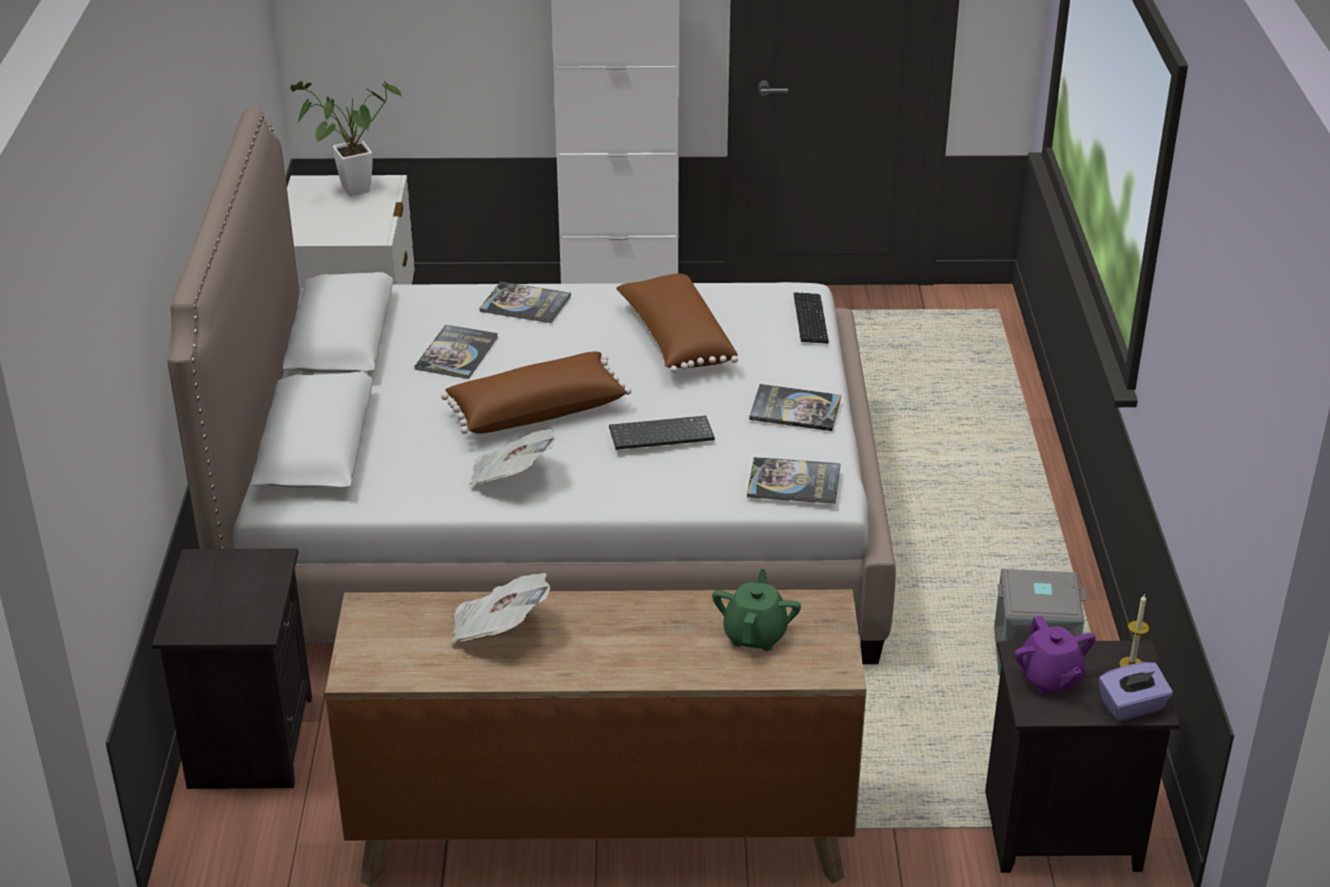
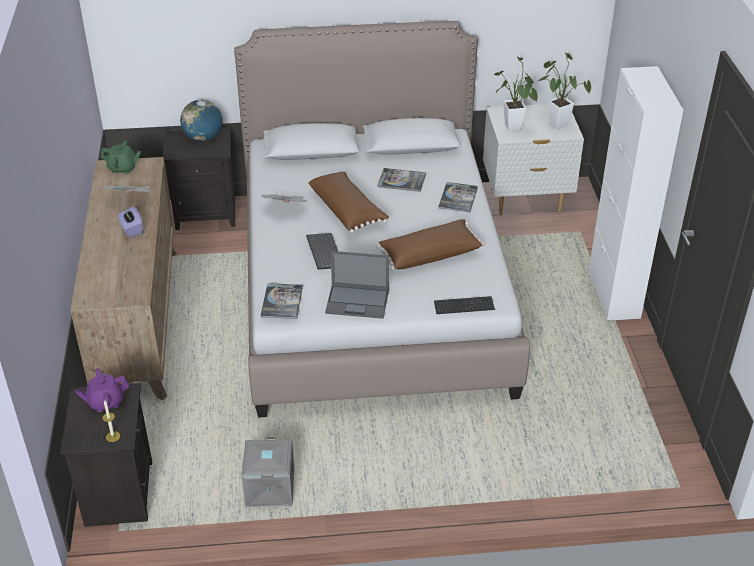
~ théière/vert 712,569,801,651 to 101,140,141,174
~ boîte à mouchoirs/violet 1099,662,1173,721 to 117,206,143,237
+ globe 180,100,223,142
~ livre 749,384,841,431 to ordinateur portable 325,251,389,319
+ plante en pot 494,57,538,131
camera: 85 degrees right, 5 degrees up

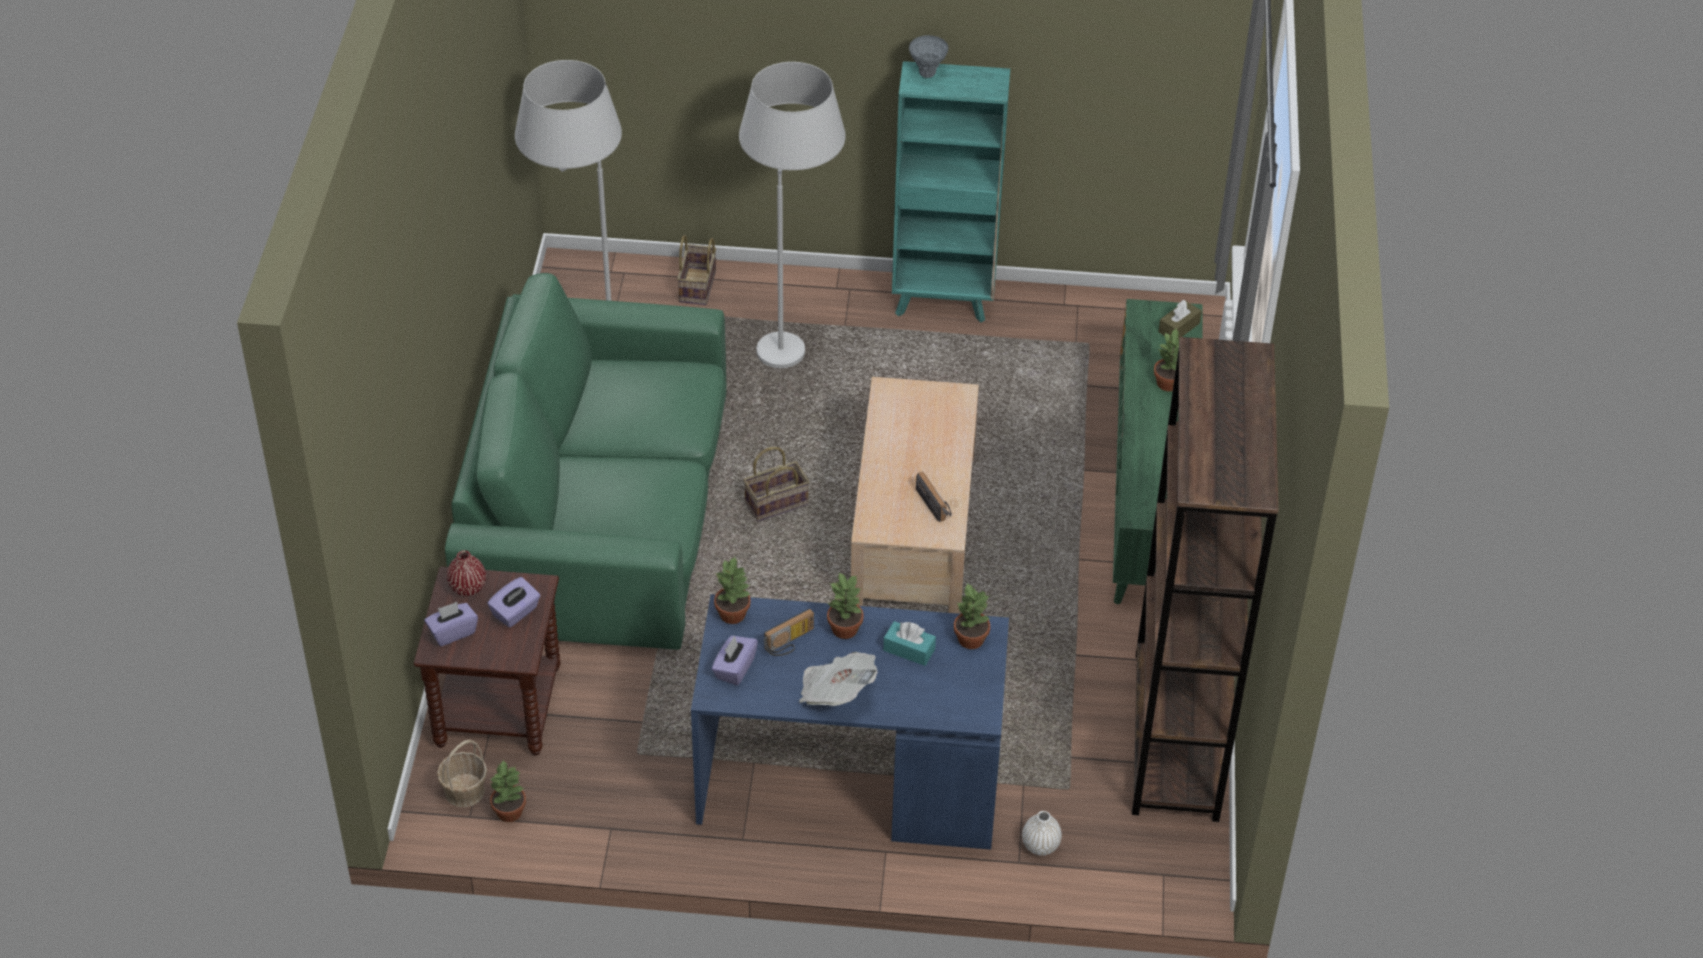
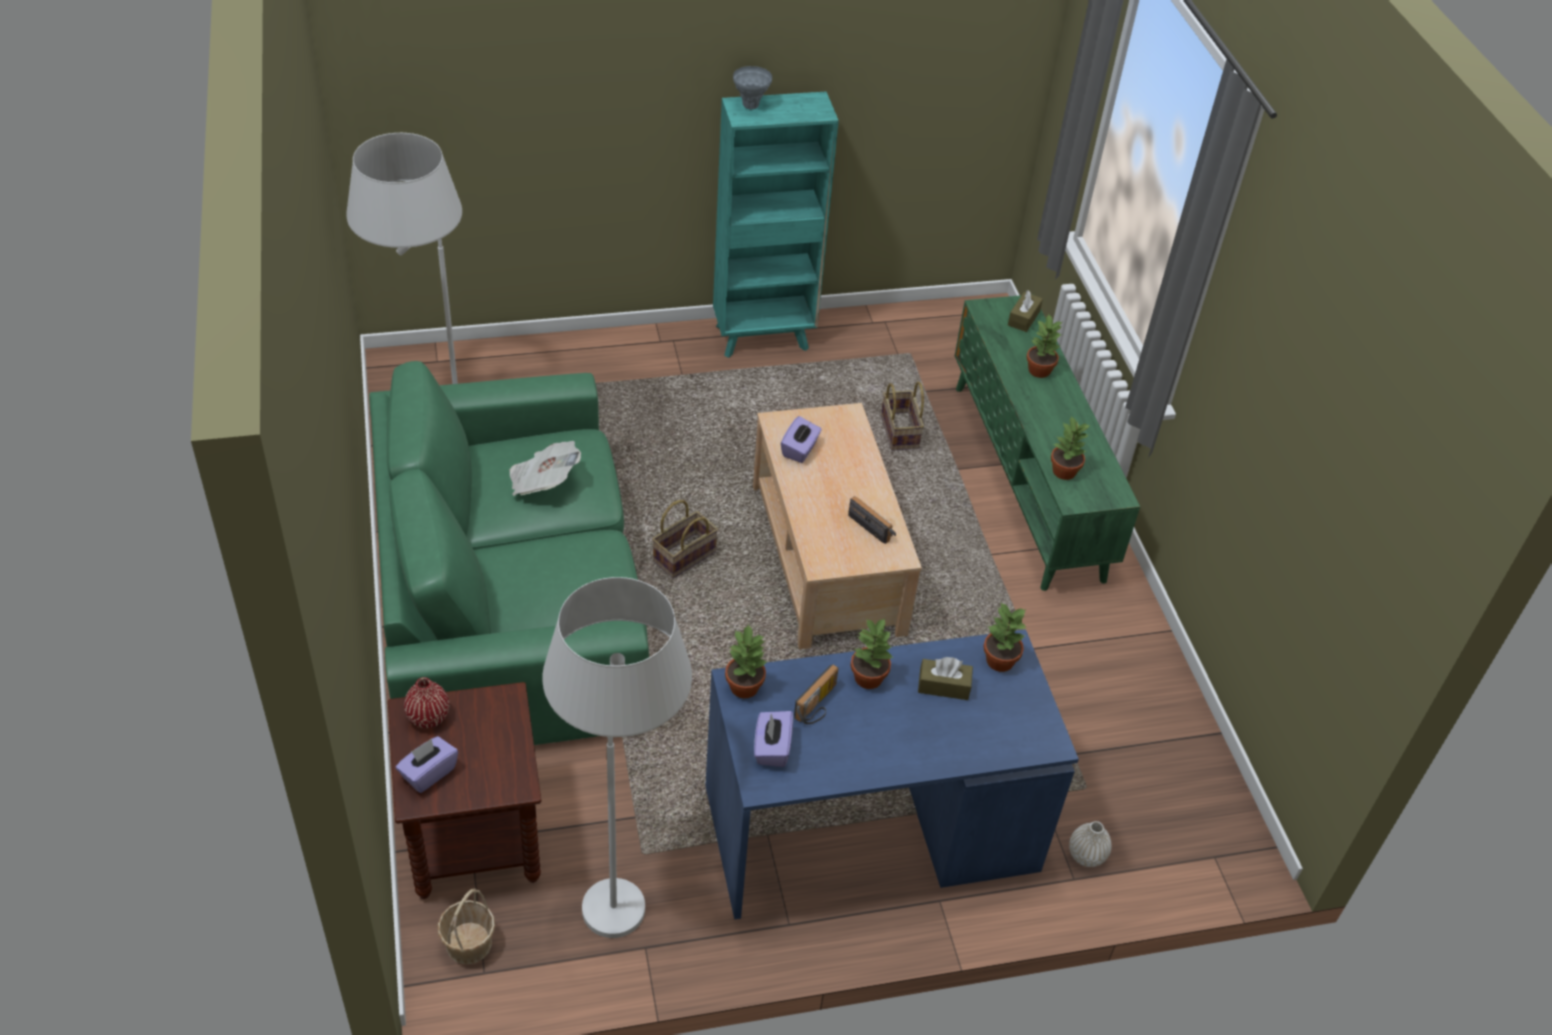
~ journal 799,652,878,706 to 509,441,581,496
~ lampadaire/blanc 739,62,846,368 to 542,577,692,938
~ boîte à mouchoirs/violet 487,577,540,628 to 781,416,822,463
~ panier 677,235,716,305 to 881,382,924,451
~ boîte à mouchoirs/turquoise 883,621,936,666 to boîte à mouchoirs/marron 918,657,973,700
~ plante en pot 490,759,526,822 to 1051,416,1090,480
- bibliothèque/marron 1132,337,1278,822
camera: 20 degrees left, 0 degrees up

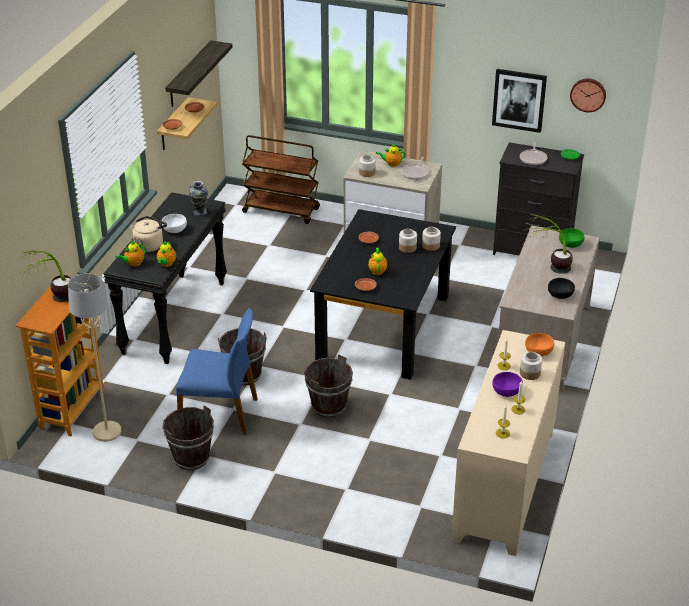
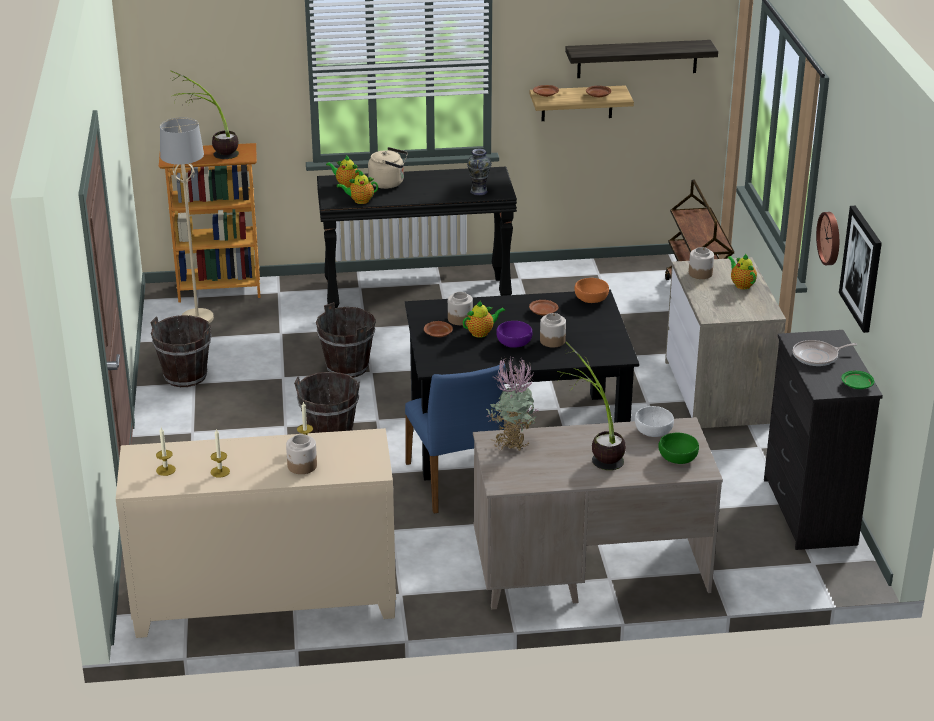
~ chaise/bleu 176,308,258,435 to 405,364,505,514
~ bocal 422,227,441,251 to 448,292,473,325
+ plante en pot 486,357,538,450
~ bol/violet 493,372,523,397 to 496,321,532,348
~ bol/orange 525,333,554,356 to 574,278,609,303
~ bol/blanc 162,214,187,233 to 635,406,674,437
~ horloge murale 570,79,606,112 to 816,212,839,265
- poêle 402,157,429,180
- bol/noir 548,278,575,299
camera: 65 degrees right, 5 degrees down

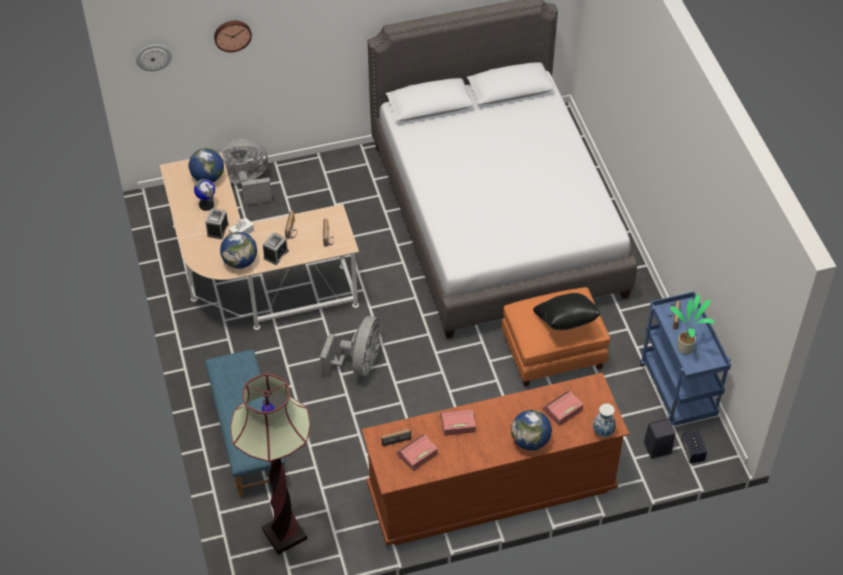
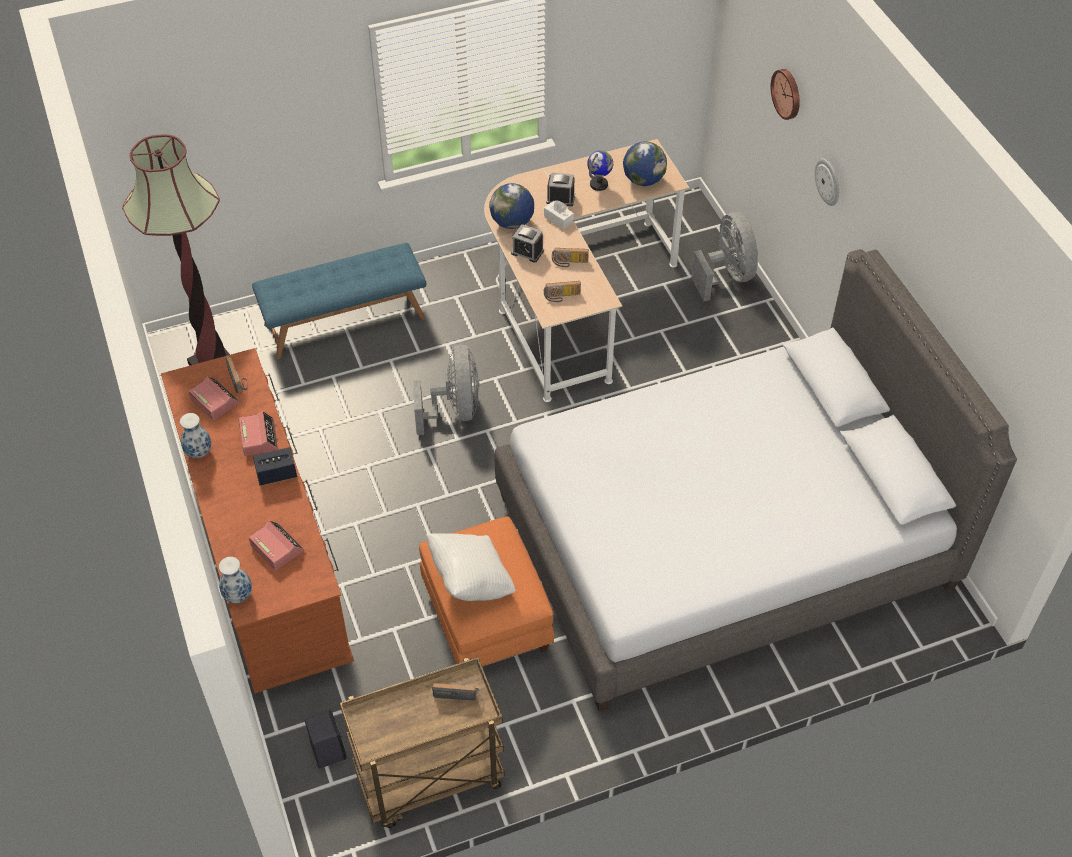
+ vase 180,413,211,458
~ enceinte 681,430,707,463 to 253,447,297,486
~ chariot/bleu 640,292,731,426 to chariot/marron 340,657,505,828
~ ventilateur/gris 320,316,381,377 = 413,345,480,435 105 degrees counterclockwise
~ coussin/noir 533,293,601,330 to coussin/blanc 426,533,516,601
~ horloge murale 136,44,172,71 to 815,158,839,206
- globe 511,410,552,450
- plante en pot 670,294,715,354
camera: 85 degrees right, 0 degrees up

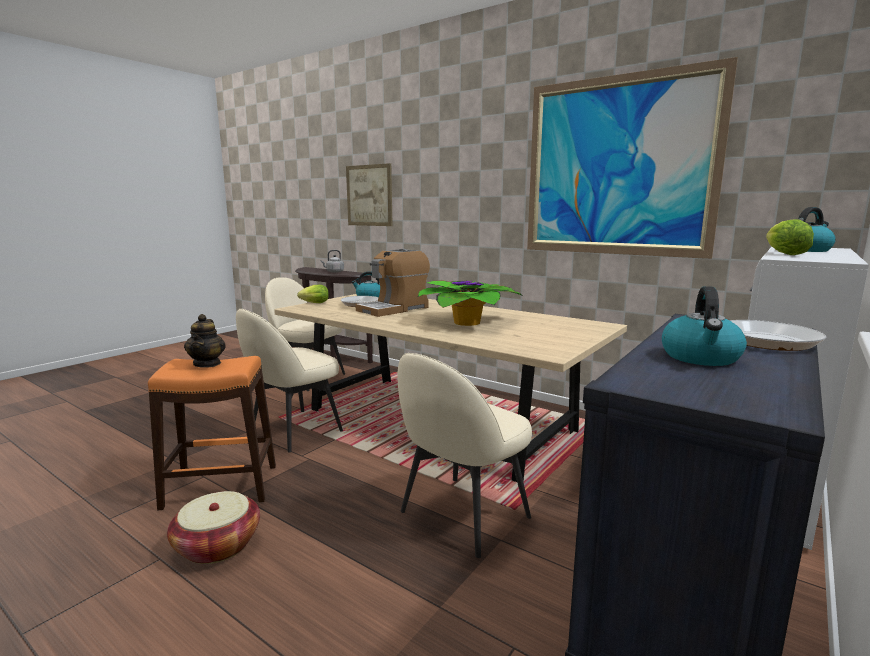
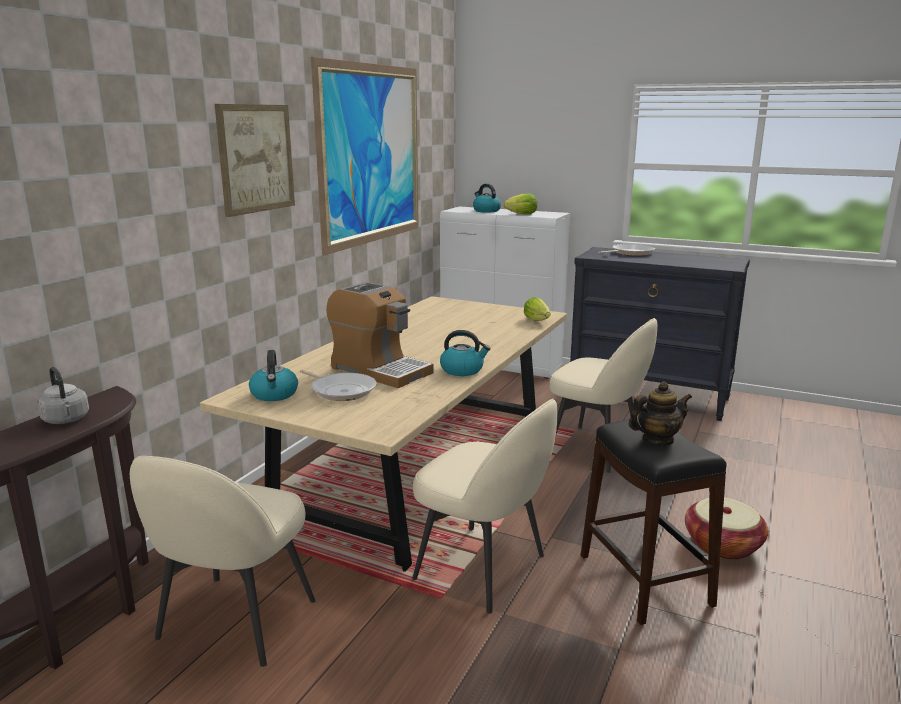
~ tableau 346,163,393,226 to 215,104,295,217
~ bouilloire 662,286,747,366 to 440,330,491,376
~ laitue 297,285,329,303 to 524,297,550,321
~ tabouret/orange 148,356,276,510 to tabouret/noir 581,418,727,625
- plante en pot 418,281,522,326
camera: 100 degrees left, 5 degrees up

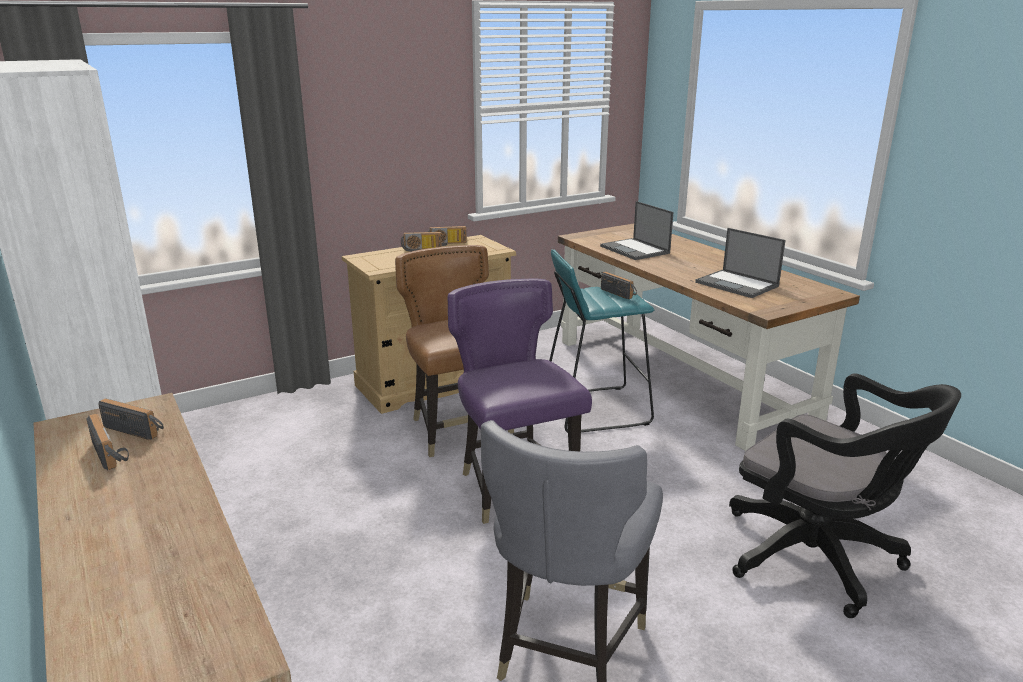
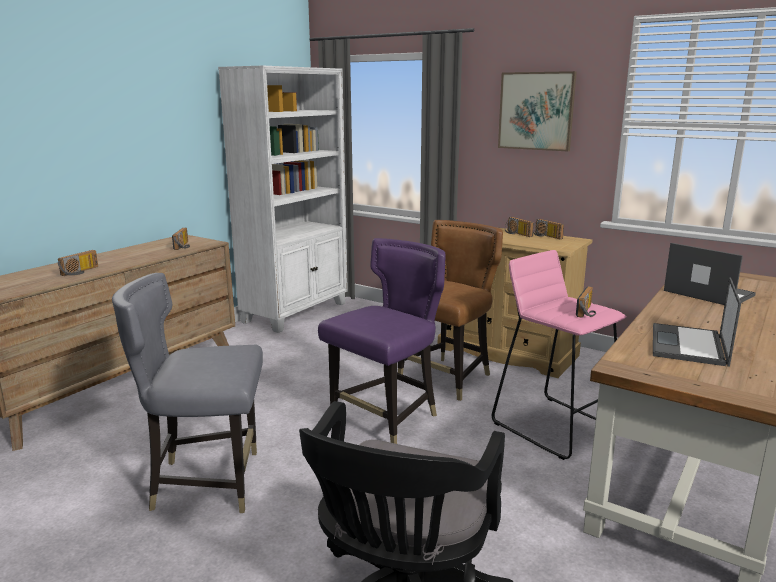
~ radio 86,414,129,470 to 58,250,98,276
~ tabouret/turquoise 549,249,654,433 to tabouret/rose 492,250,627,460
+ tableau 498,71,577,151
~ ordinateur portable 600,201,673,260 = 664,243,756,305 105 degrees clockwise
camera: 65 degrees right, 5 degrees down

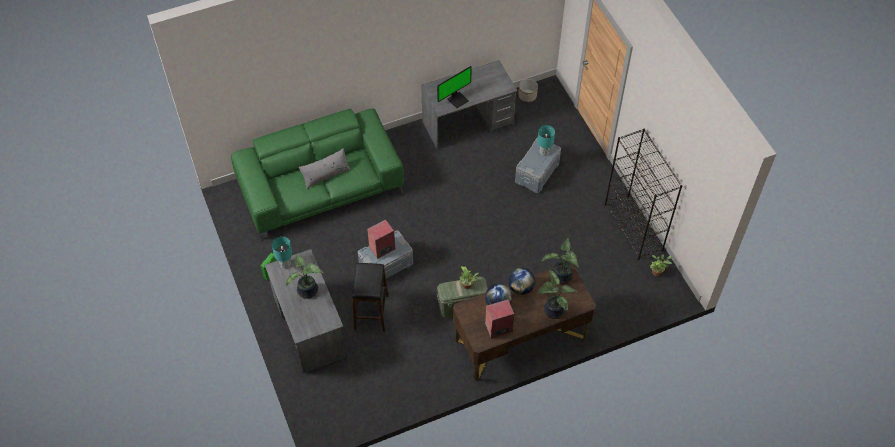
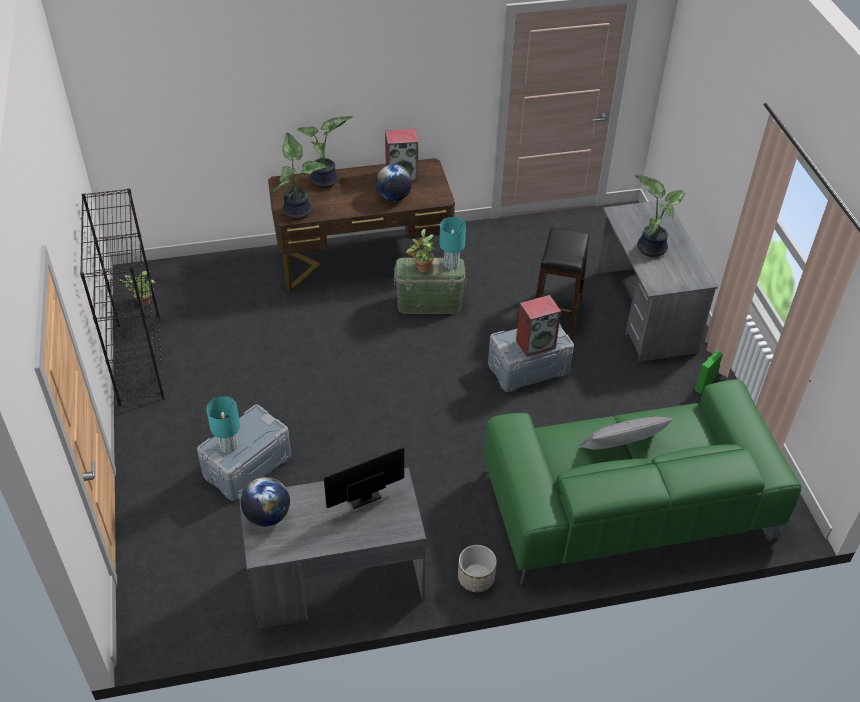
~ globe 508,268,535,295 to 241,477,290,527
~ lampe de table/turquoise 272,236,292,268 to 439,217,466,270
~ cache-pot 518,79,538,102 to 458,545,497,592
camera: 170 degrees left, 10 degrees down

